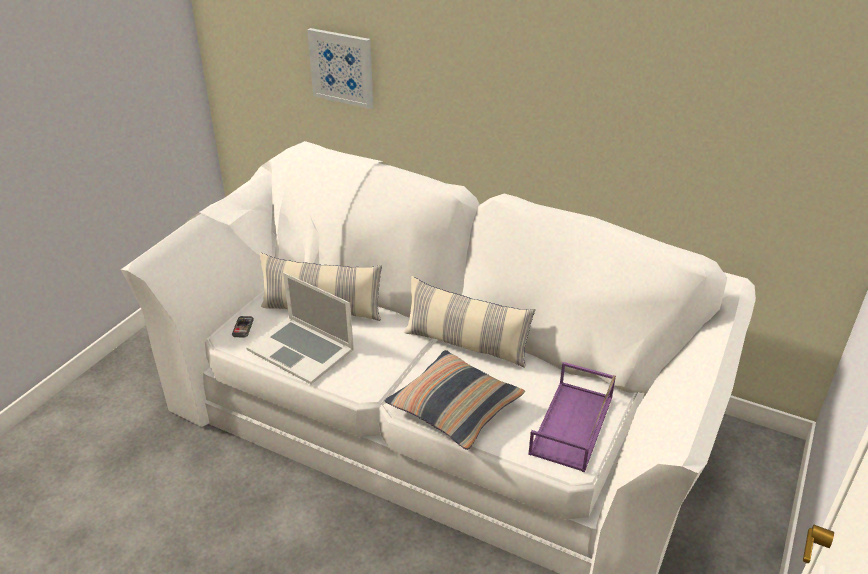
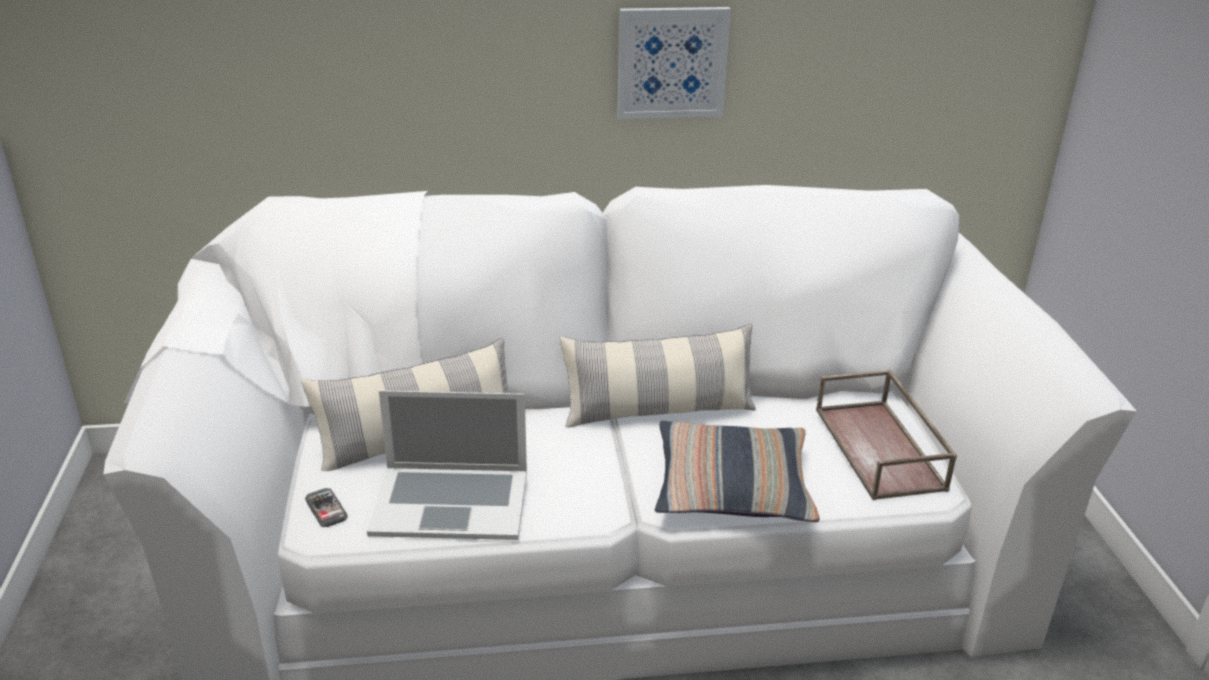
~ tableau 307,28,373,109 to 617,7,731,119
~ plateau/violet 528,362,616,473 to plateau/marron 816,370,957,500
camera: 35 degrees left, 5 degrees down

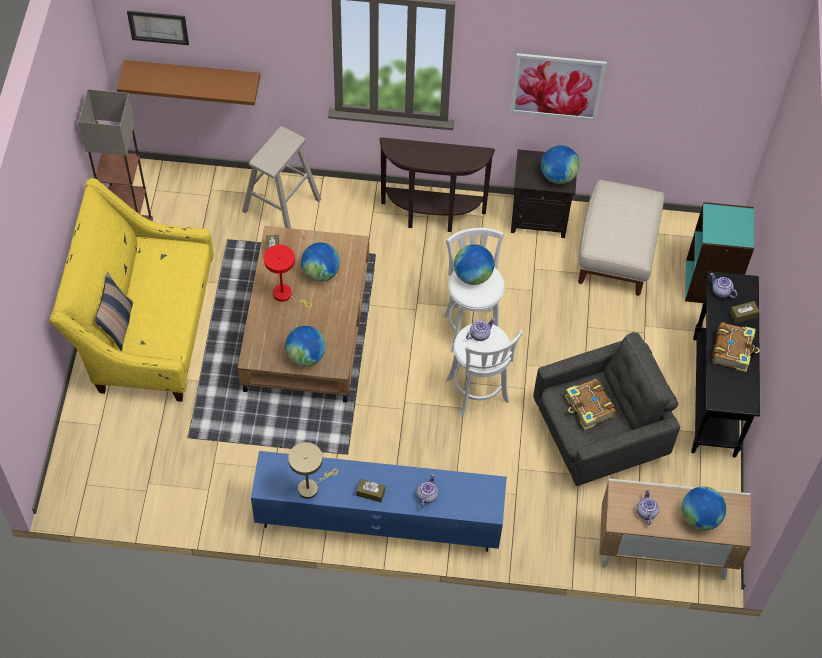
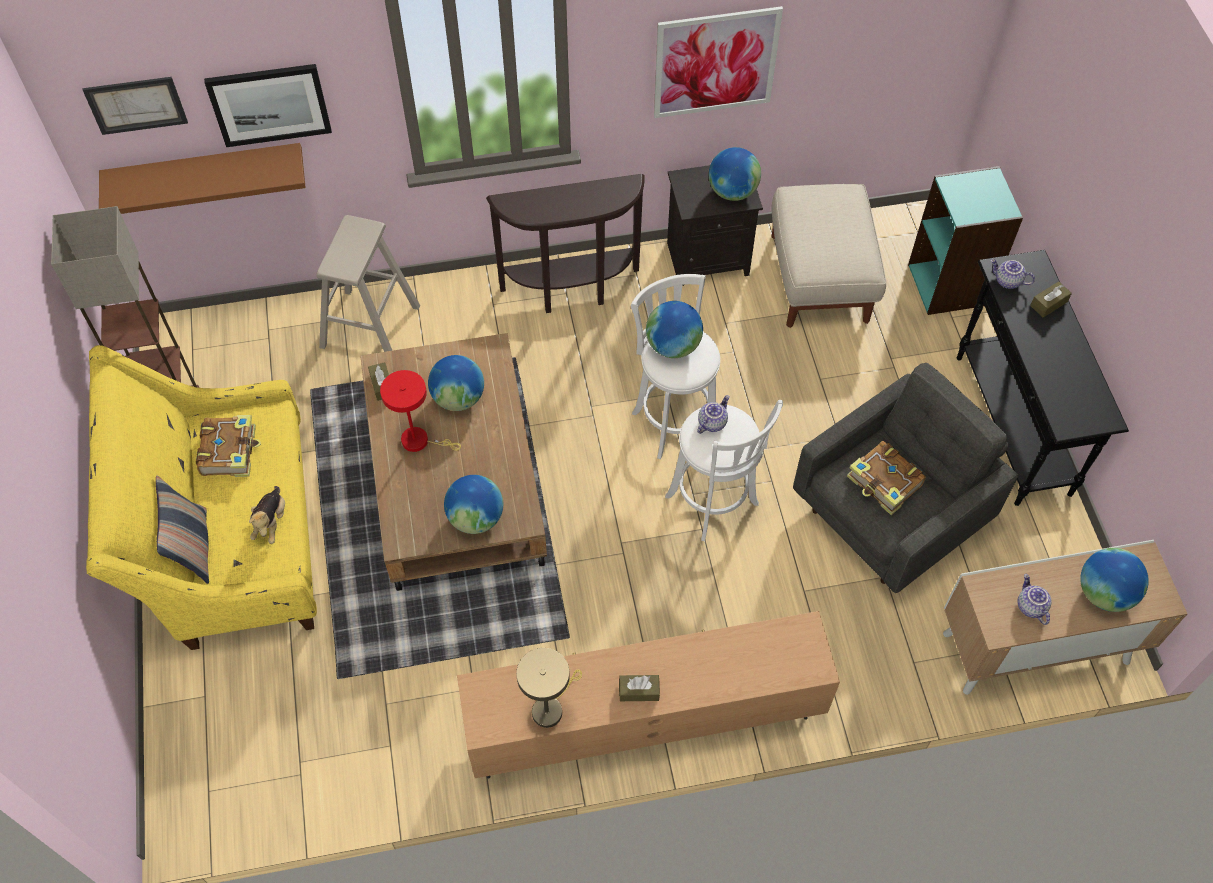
~ livre 712,323,760,372 to 196,415,261,477
+ tableau 204,64,332,147
+ peluche 249,486,285,544
~ meuble télé/bleu 251,451,507,552 to meuble télé/marron 457,611,840,779
- théière 417,474,438,508
camera: 15 degrees left, 0 degrees up

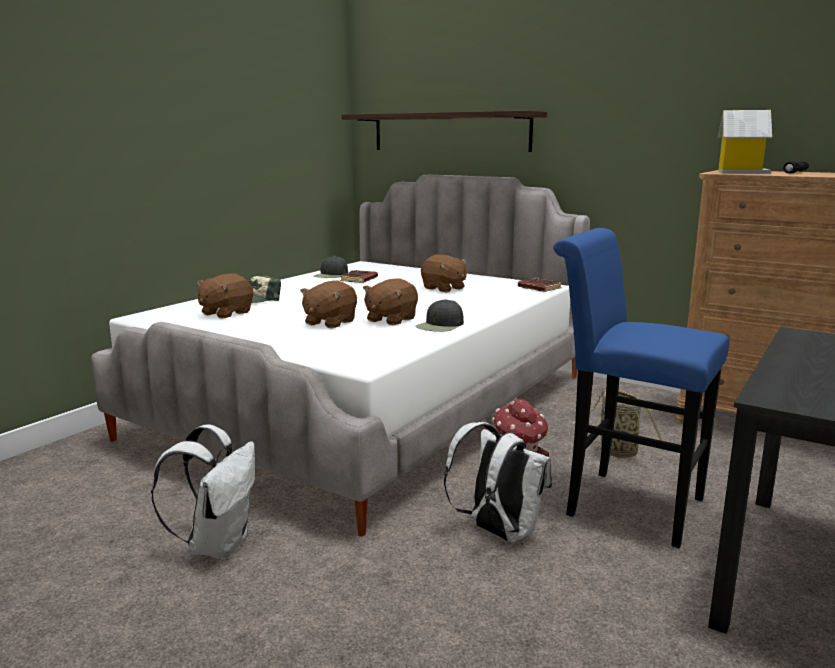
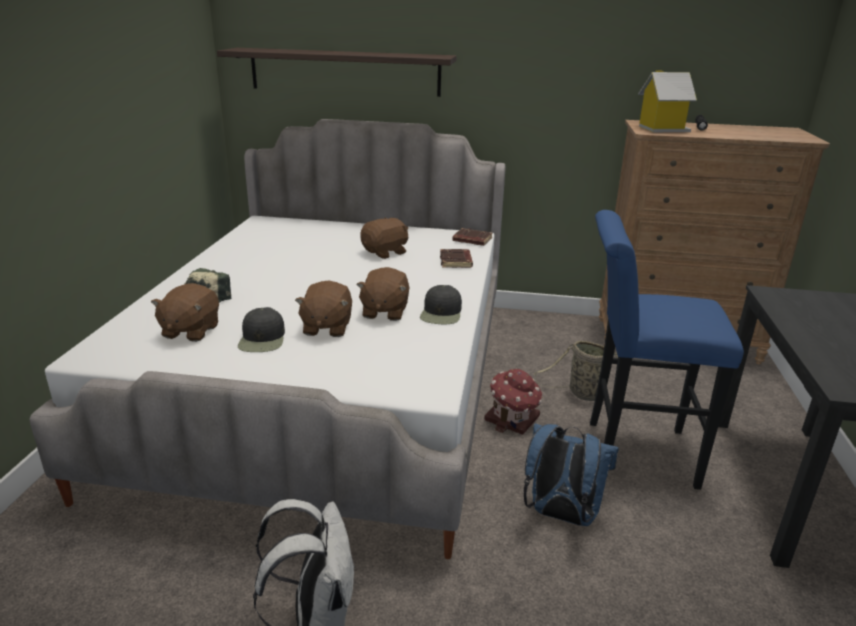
~ casquette/noir 314,256,348,278 to 238,307,285,352
~ peluche/marron 421,254,467,292 = 360,218,409,259 60 degrees counterclockwise
~ livre/marron 340,270,378,283 to 440,249,473,268
~ sac à dos/blanc 444,422,552,543 to sac à dos/bleu 523,423,619,526
camera: 25 degrees left, 10 degrees up

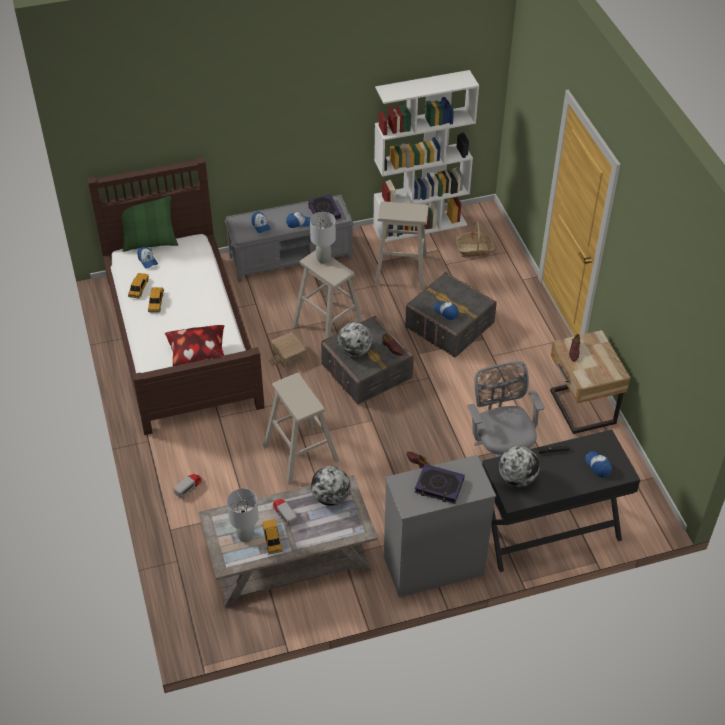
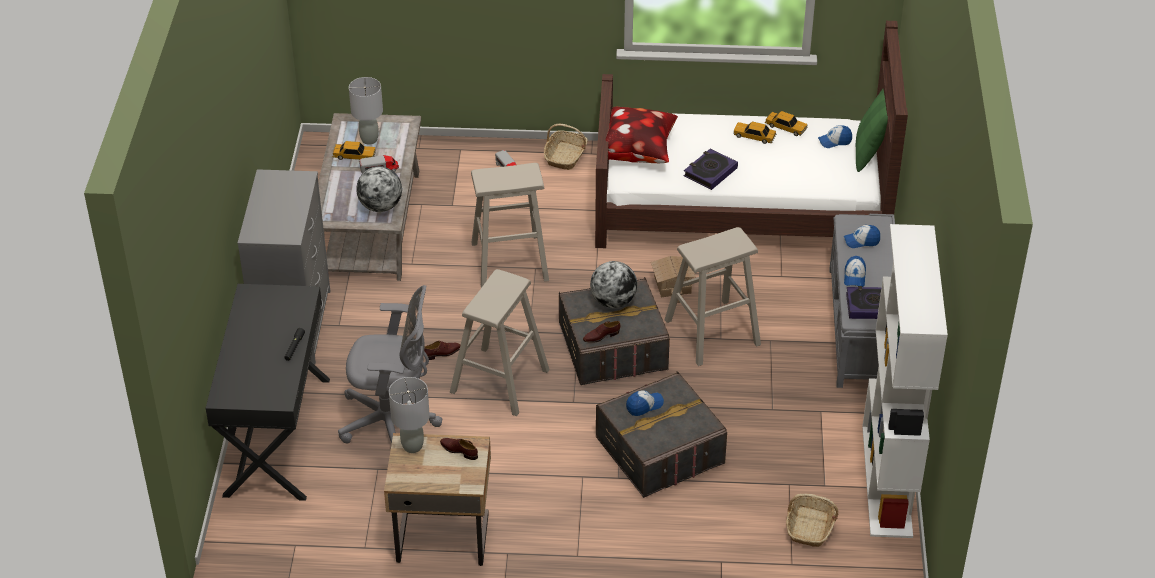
~ lampe de table/gris 310,212,336,264 to 389,377,430,453
~ tabouret/beige 375,201,429,290 to 450,269,550,416
+ panier 544,124,588,170
~ livre 415,464,465,504 to 684,149,738,190
- globe 499,446,540,487
- casquette 585,451,612,478
camera: 110 degrees right, 5 degrees down

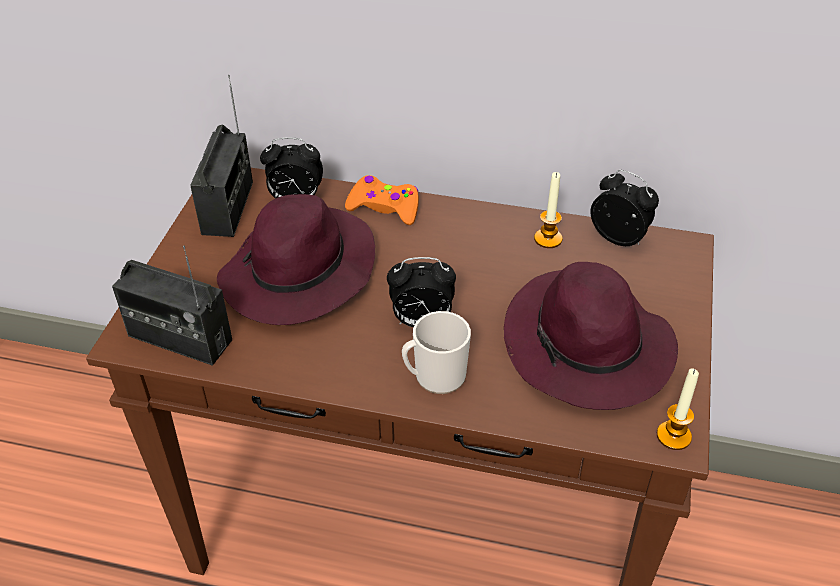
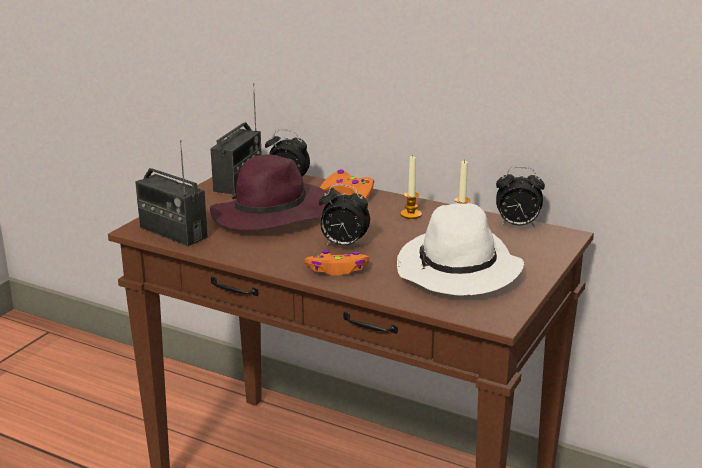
~ mug 402,311,471,394 to manette/orange 304,250,369,275
~ chapeau/violet 504,262,678,410 to chapeau/blanc 397,203,524,296
~ bougie 657,368,699,450 to 400,156,422,219
~ réveil 590,170,659,246 = 496,167,545,227 135 degrees clockwise
camera: 15 degrees right, 20 degrees down

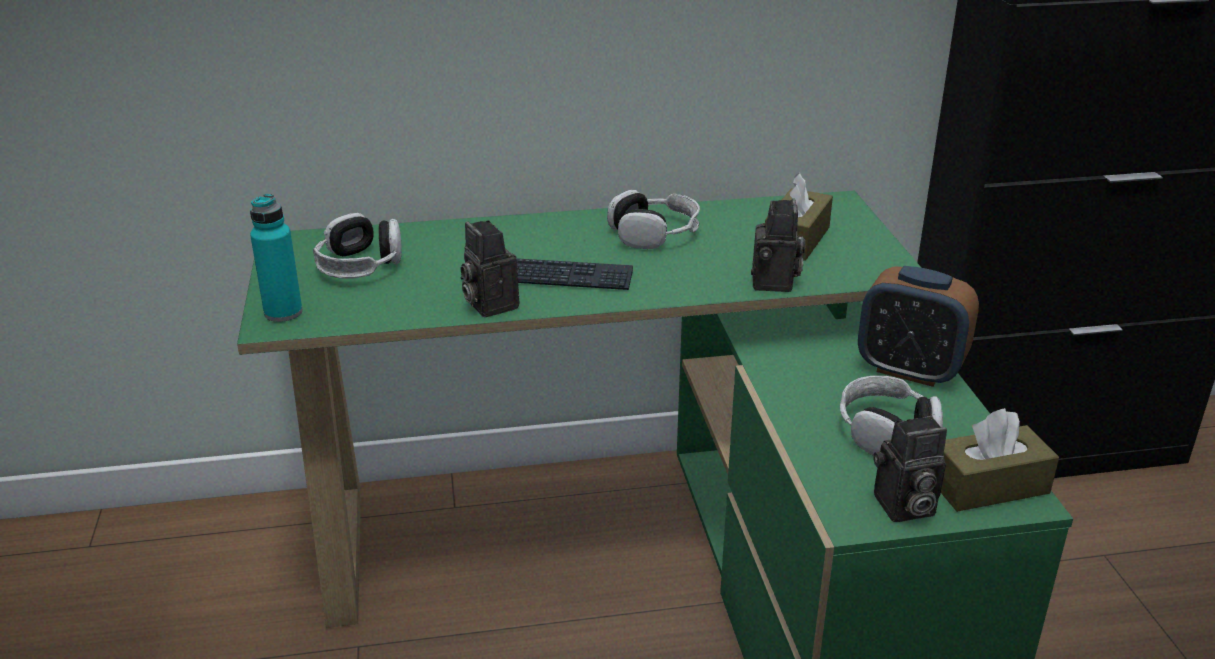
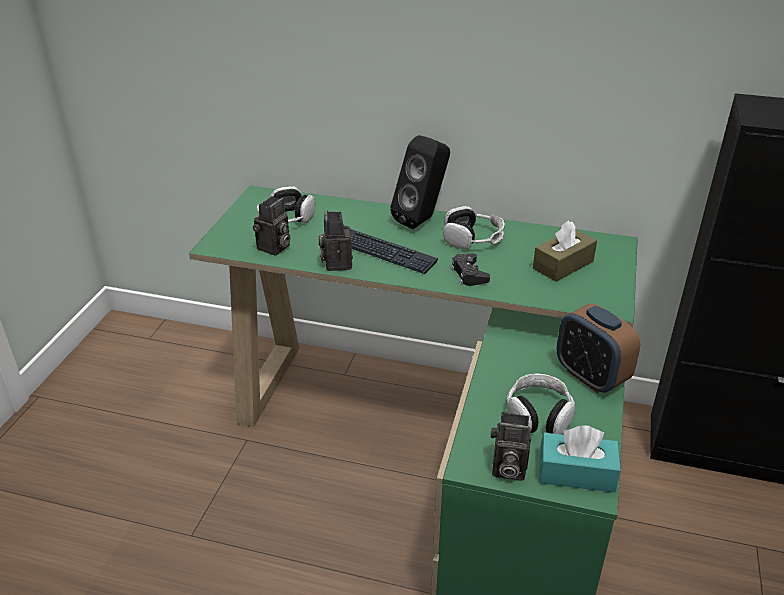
~ appareil photo 751,198,805,292 to 253,196,291,255
+ enceinte/noir 390,135,450,229
+ manette/noir 451,253,490,286
~ boîte à mouchoirs/marron 941,408,1059,512 to boîte à mouchoirs/turquoise 539,426,621,493
- bouteille/turquoise 250,194,303,322
camera: 25 degrees right, 5 degrees up

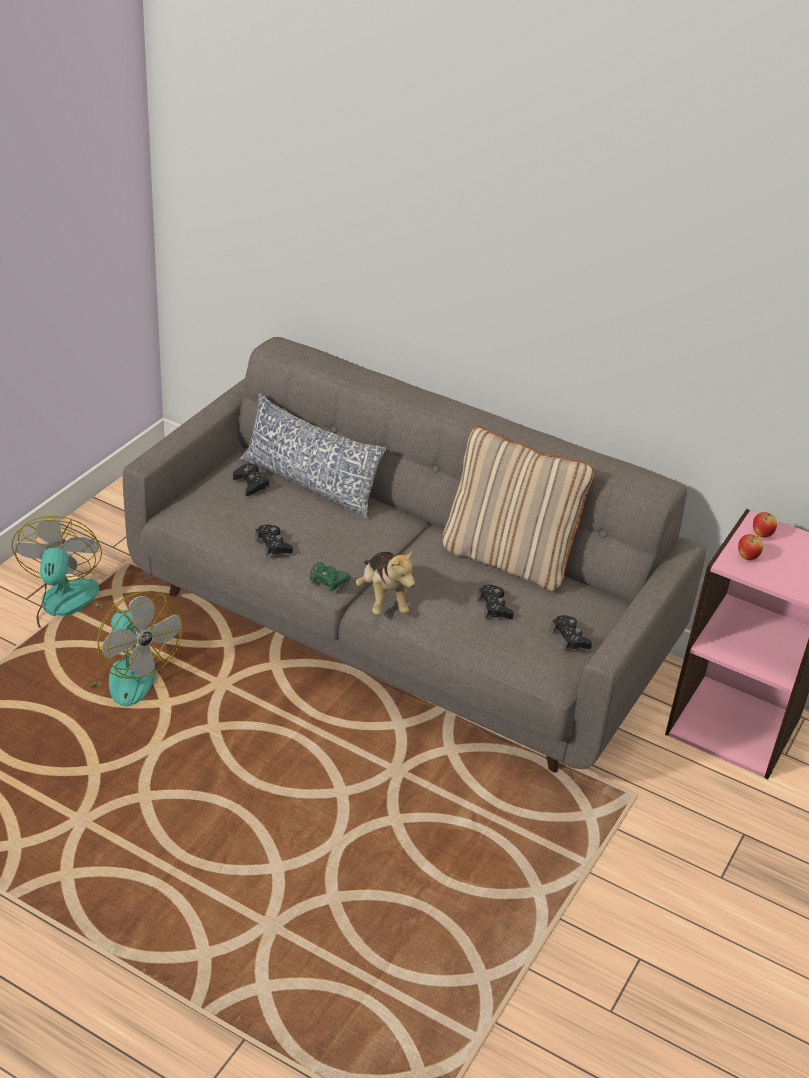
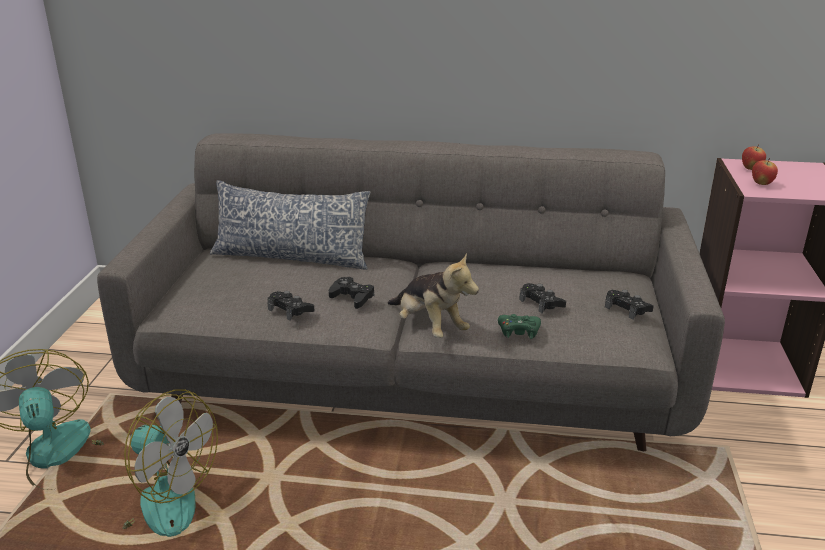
~ manette/noir 233,463,269,496 to 329,277,374,309
~ manette/vert 310,562,351,591 to 498,314,541,339
- coussin/beige 442,427,595,591
camera: 20 degrees left, 10 degrees down

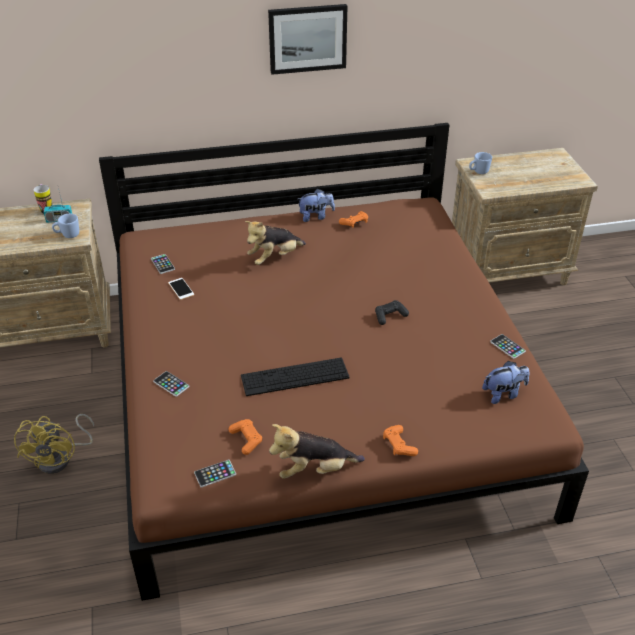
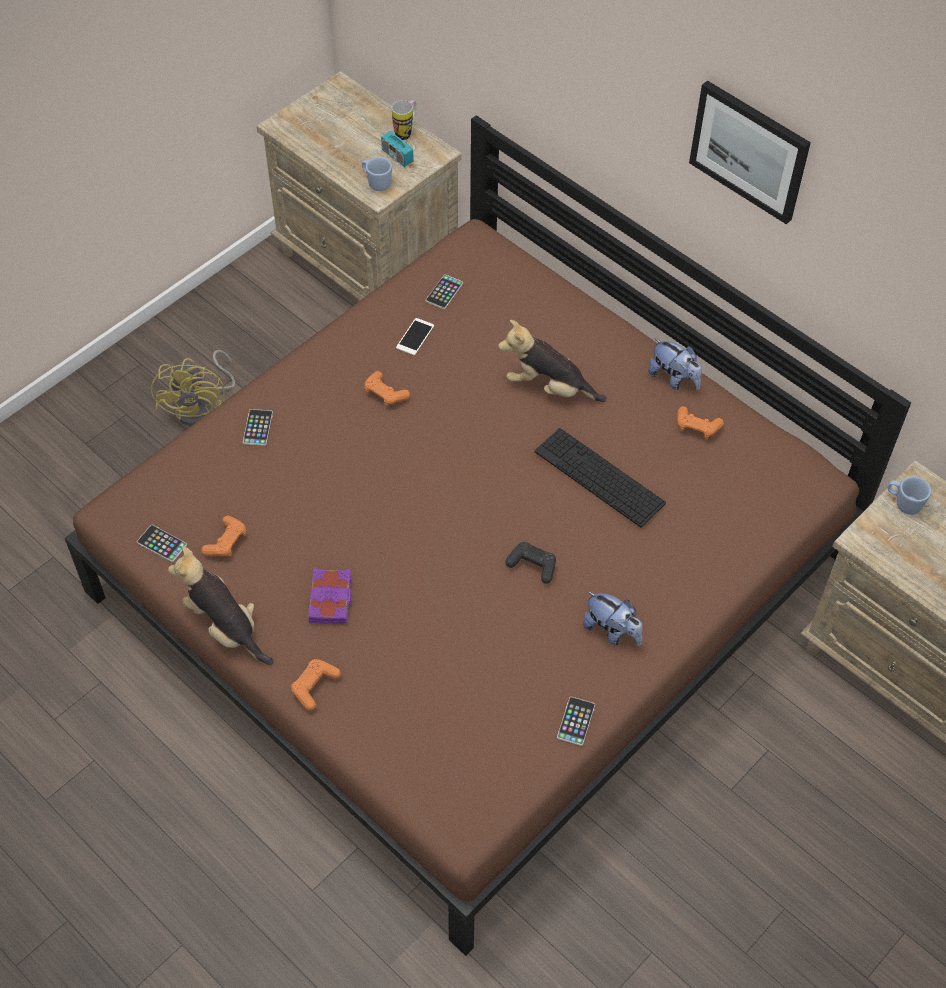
~ ventilateur/jaune 14,414,94,474 = 151,350,235,426 60 degrees counterclockwise
+ livre/violet 308,569,352,624
+ manette/orange 364,371,410,407
~ clavier 241,357,350,396 to 535,428,666,528
~ peluche 482,361,529,404 to 583,591,643,646
camera: 55 degrees right, 15 degrees up

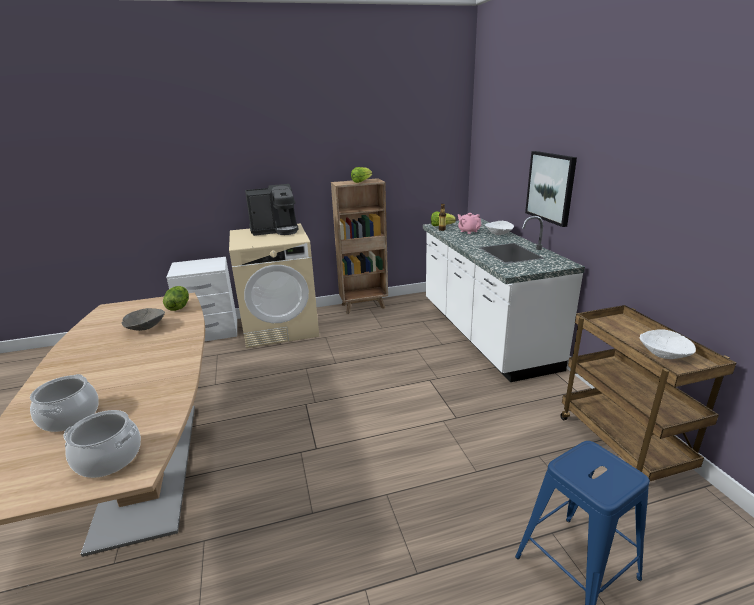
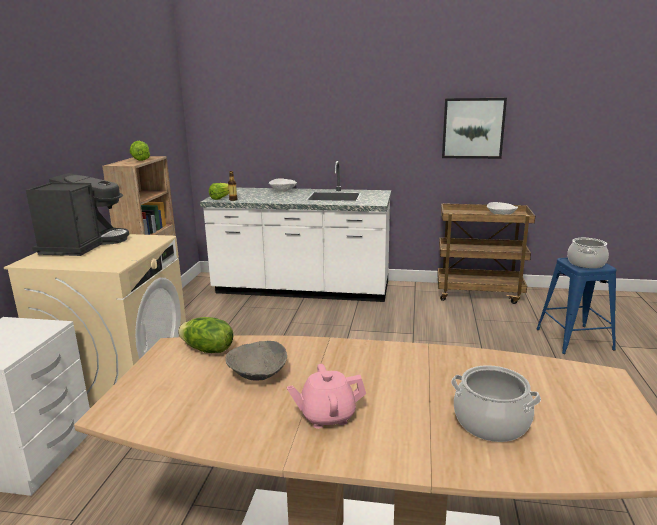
~ théière/rose 458,213,481,234 to 287,364,366,429
~ tableau 525,151,577,227 to 442,98,507,159
~ marmite 63,410,141,478 to 567,238,609,268
camera: 65 degrees left, 5 degrees down

